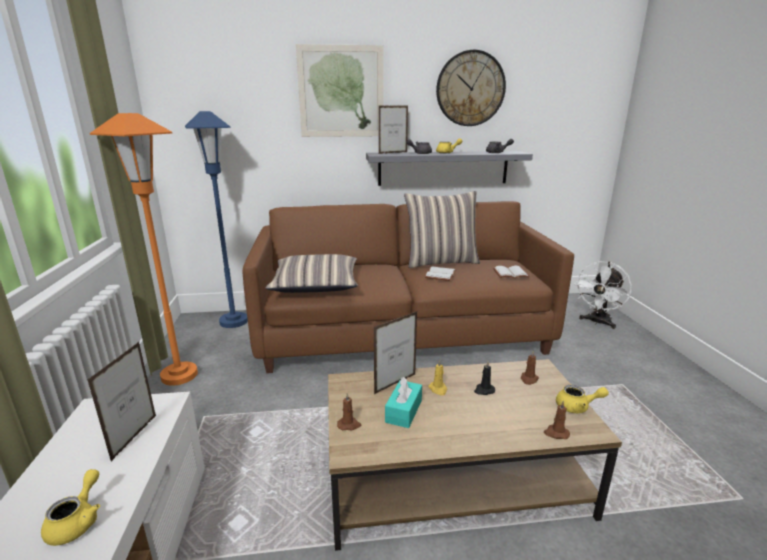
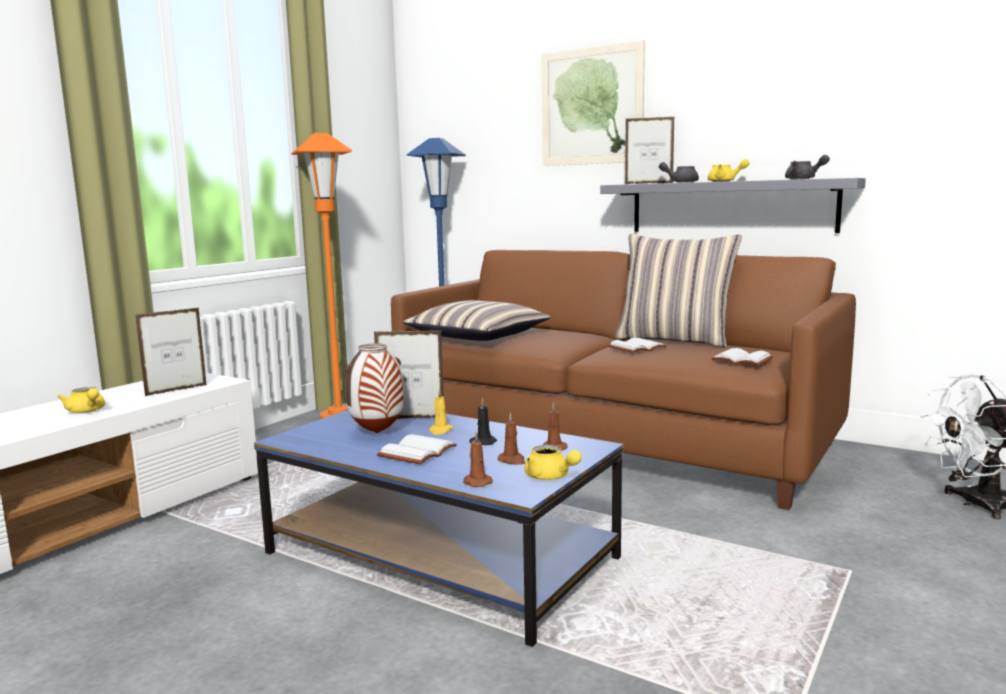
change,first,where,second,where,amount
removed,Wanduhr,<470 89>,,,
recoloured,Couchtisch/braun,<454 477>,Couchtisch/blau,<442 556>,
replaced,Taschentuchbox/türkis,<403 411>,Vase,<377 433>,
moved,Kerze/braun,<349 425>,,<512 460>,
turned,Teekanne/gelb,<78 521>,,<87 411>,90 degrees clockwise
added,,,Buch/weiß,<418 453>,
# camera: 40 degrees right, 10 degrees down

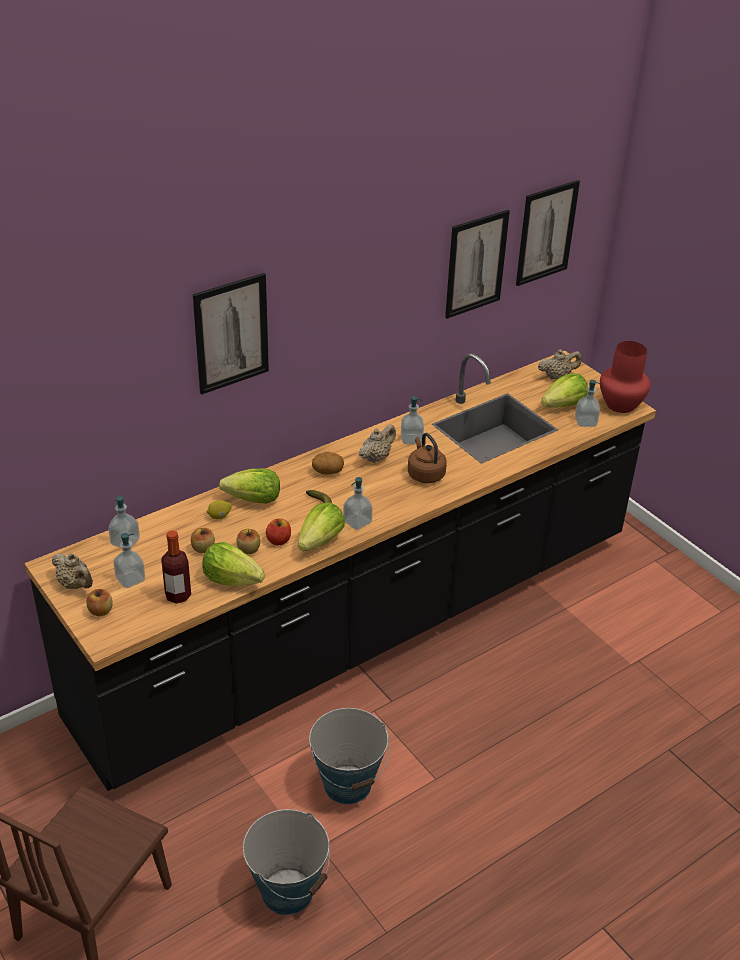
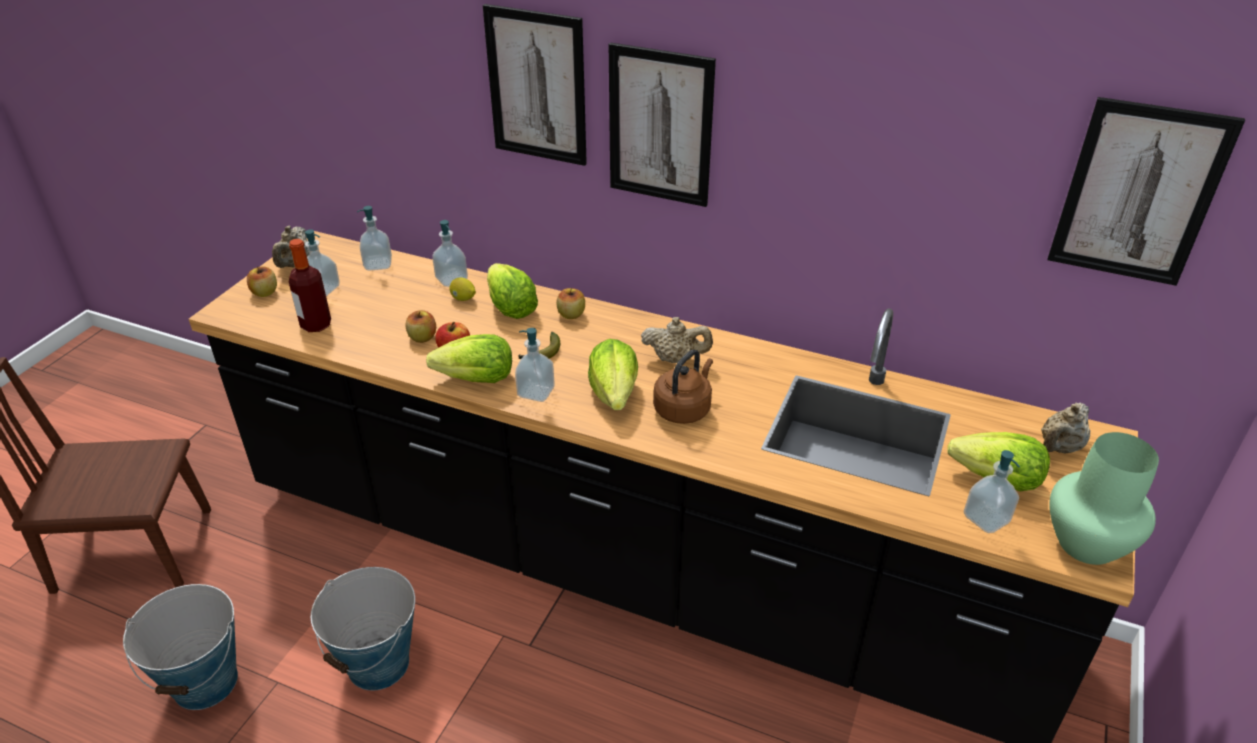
change,first,where,second,where,amount
moved,Bild,<476 264>,,<660 126>,
recoloured,Vase/rot,<620 405>,Vase/grün,<1085 543>,
turned,Teekanne/beige,<557 377>,,<1059 447>,90 degrees clockwise
moved,Seifenspender,<411 439>,,<451 279>,
removed,Kartoffel,<327 472>,,,
moved,Apfel,<203 548>,,<571 314>,
moved,Salatkopf,<232 579>,,<614 393>,
# camera: 60 degrees right, 0 degrees up

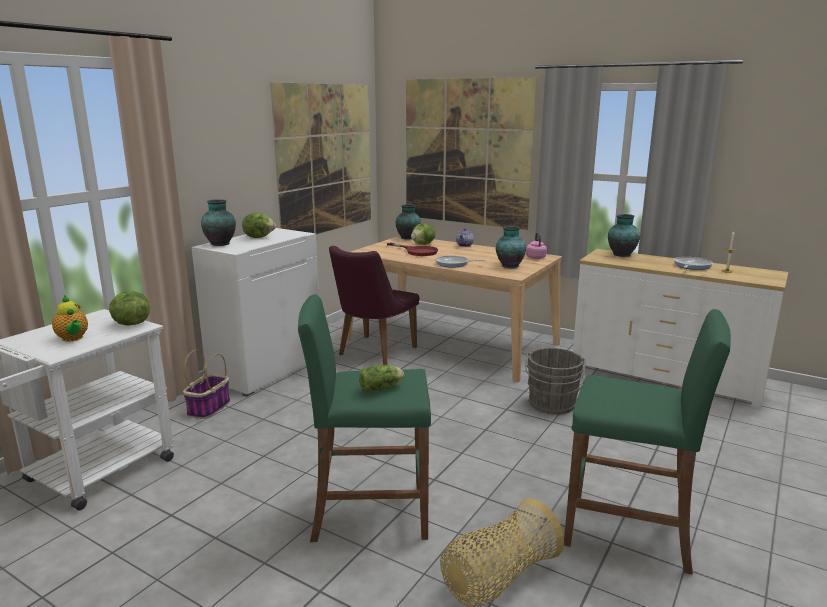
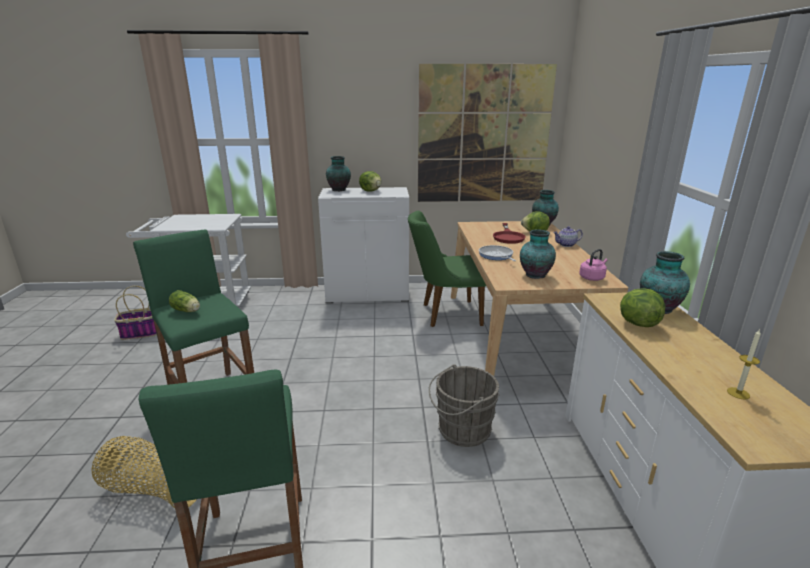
change,first,where,second,where,amount
removed,Bild,<466 152>,,,
recoloured,Stuhl/lila,<372 352>,Stuhl/grün,<445 314>,
removed,Pfanne,<691 266>,,,
moved,Salatkopf,<130 324>,,<637 323>,
removed,Teekanne,<73 338>,,,
moved,Korb,<209 408>,,<139 333>,
# camera: 55 degrees right, 5 degrees up

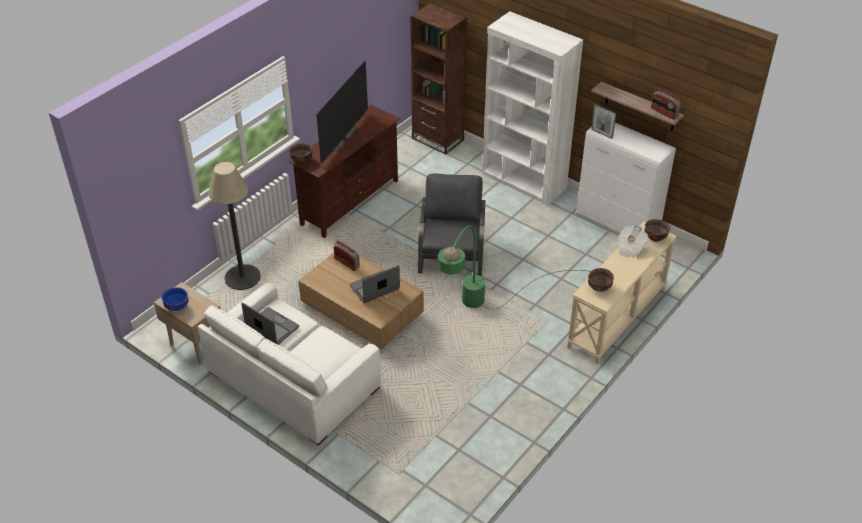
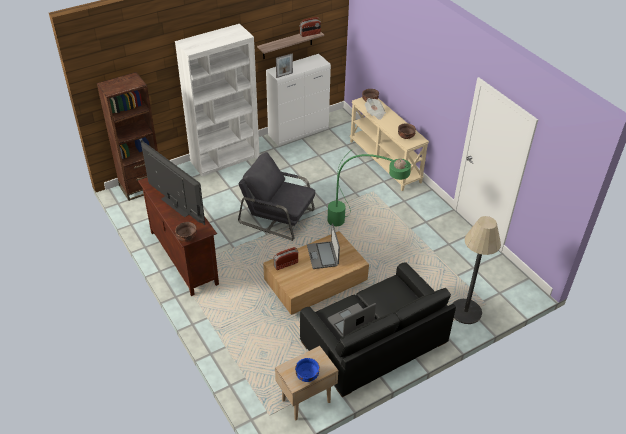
change,first,where,second,where,amount
moved,Stehlampe,<242 277>,,<465 311>,
recoloured,Sofa/weiß,<292 380>,Sofa/schwarz,<373 343>,
# camera: 70 degrees left, 0 degrees up

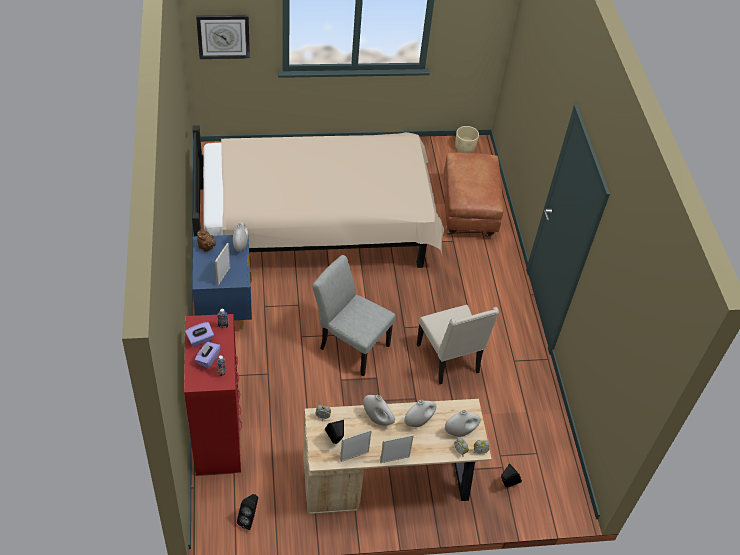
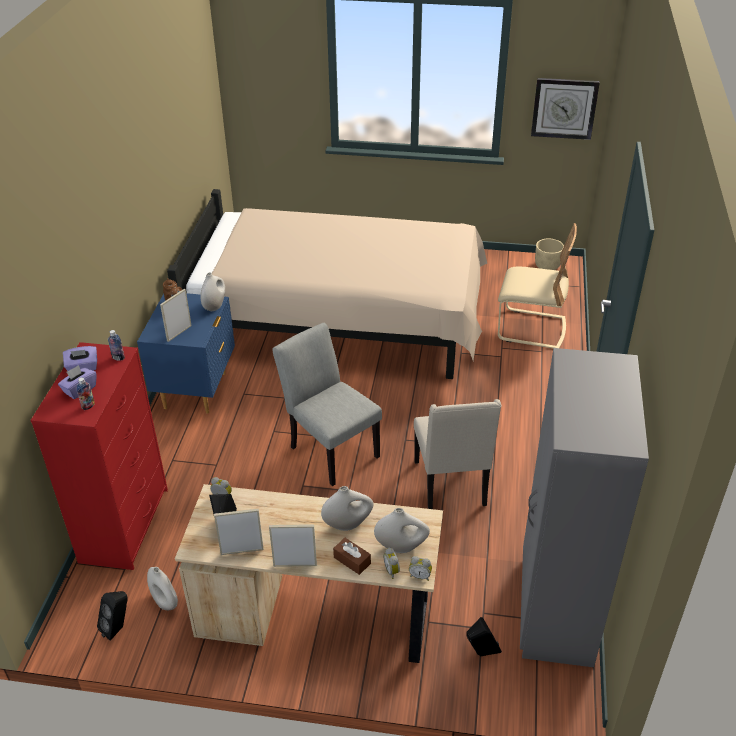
change,first,where,second,where,amount
moved,Wanduhr,<223 36>,,<564 108>,
replaced,Polsterhocker/braun,<468 212>,Stuhl/beige,<531 329>,
moved,Vase/weiß,<377 419>,,<165 602>,
added,,,Kleiderschrank/grau,<555 609>,
added,,,Taschentuchbox/braun,<352 560>,
# camera: 20 degrees right, 10 degrees down

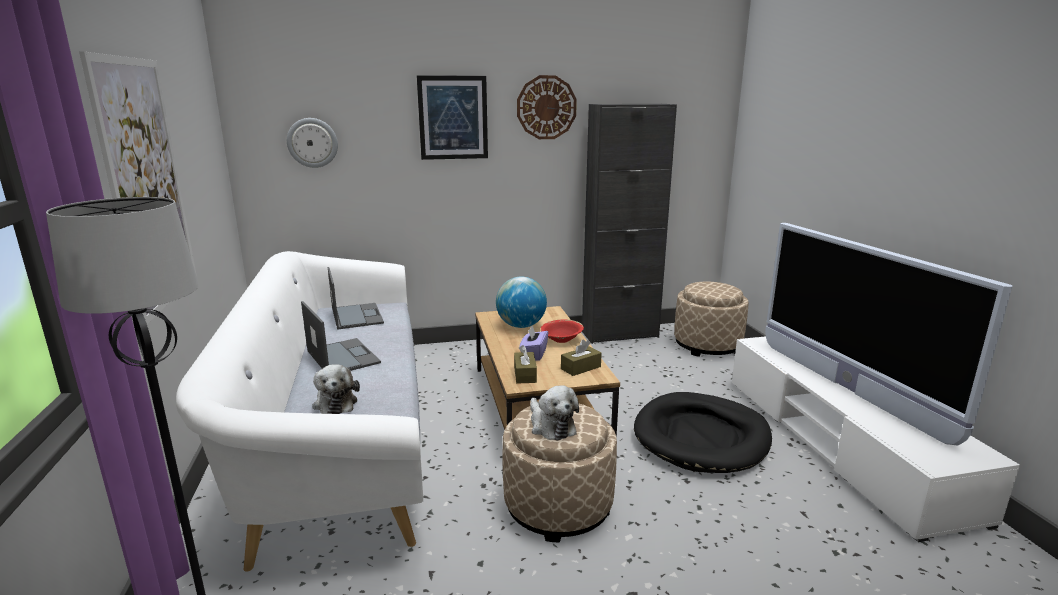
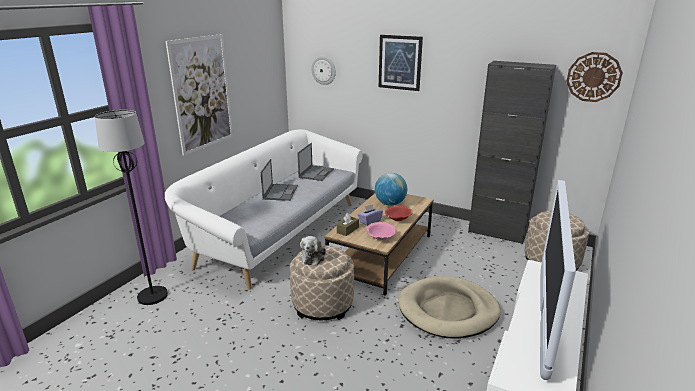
change,first,where,second,where,amount
moved,Wanduhr,<546 107>,,<593 77>,
replaced,Taschentuchbox/braun,<580 368>,Schüssel/rosa,<380 237>,
removed,Plüschtier,<335 402>,,,
recoloured,Hundebett/schwarz,<701 437>,Hundebett/beige,<448 310>,
# camera: 40 degrees right, 5 degrees up

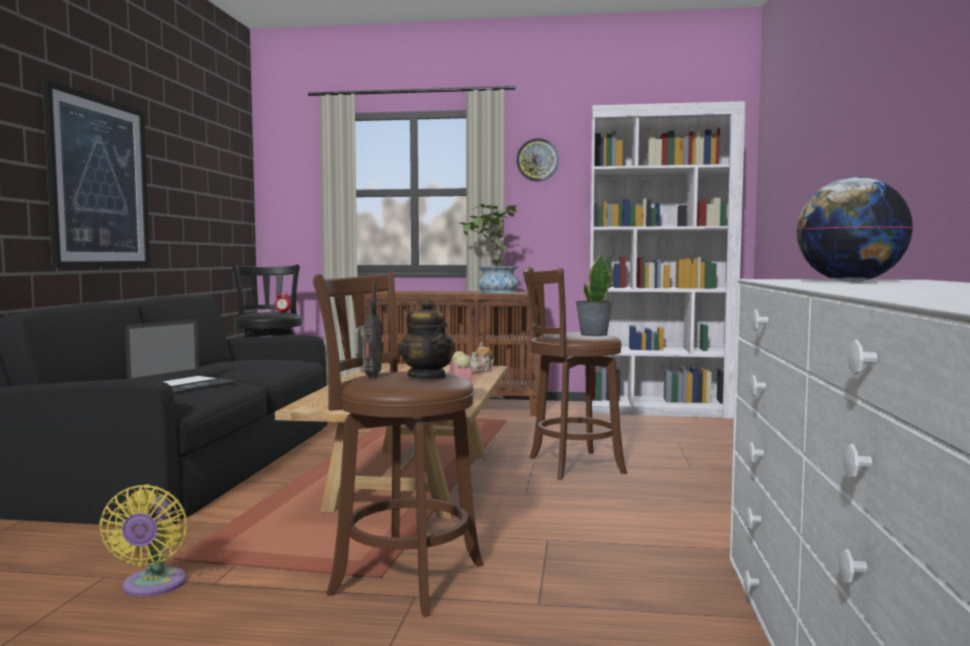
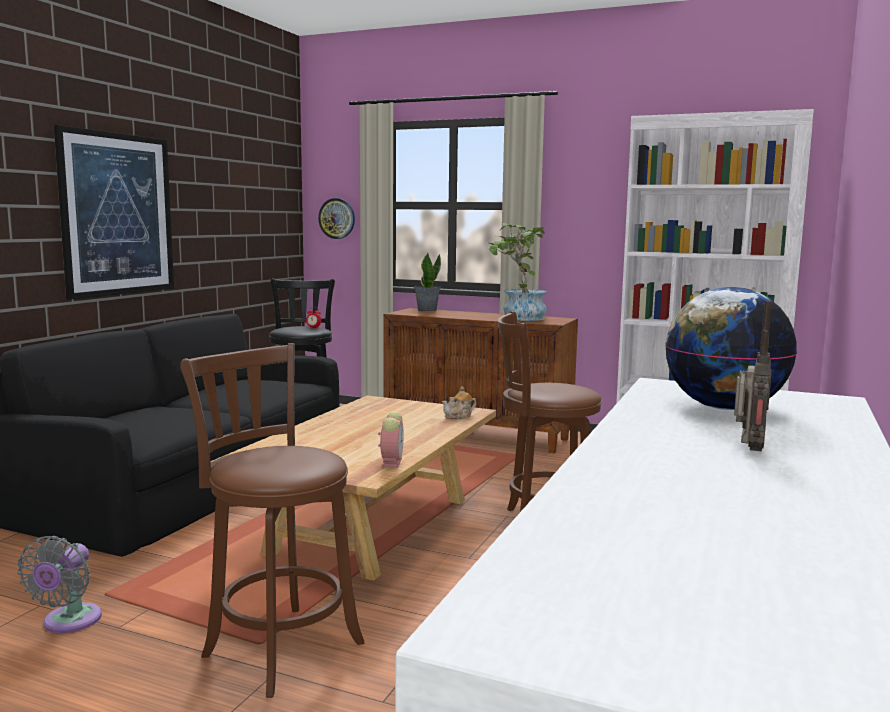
change,first,where,second,where,amount
moved,Wanduhr,<537 160>,,<337 218>,
moved,Topfpflanze,<593 334>,,<426 310>,
moved,Radio,<368 377>,,<748 449>,
removed,Teekanne,<427 377>,,,
removed,Laptop,<182 385>,,,
recoloured,Ventilator/gelb,<152 586>,Ventilator/grau,<68 622>,
# camera: 15 degrees right, 5 degrees up

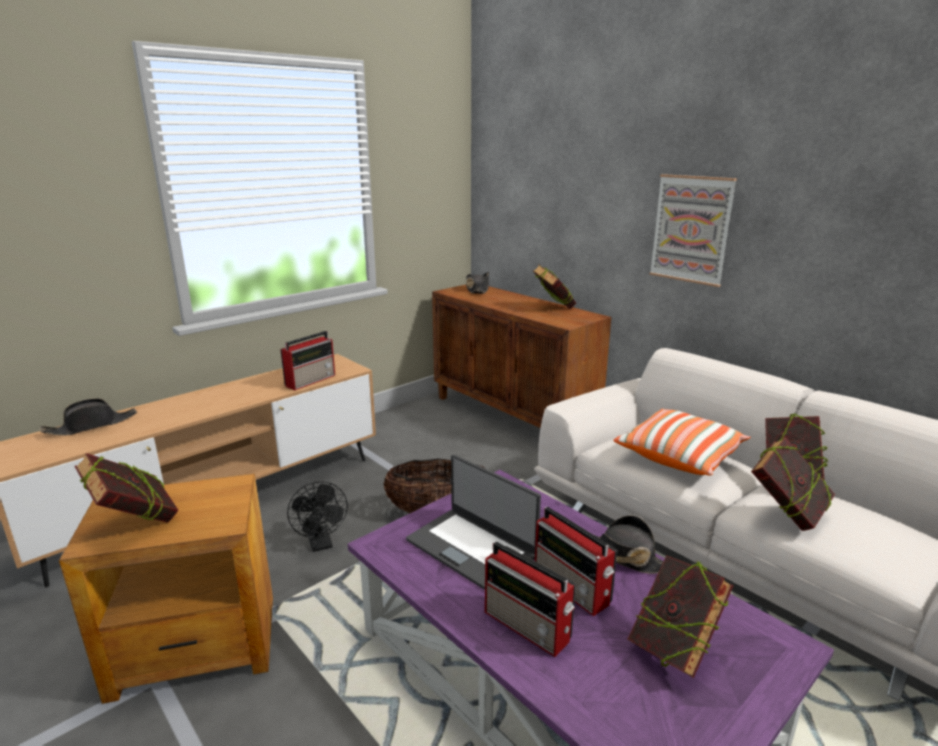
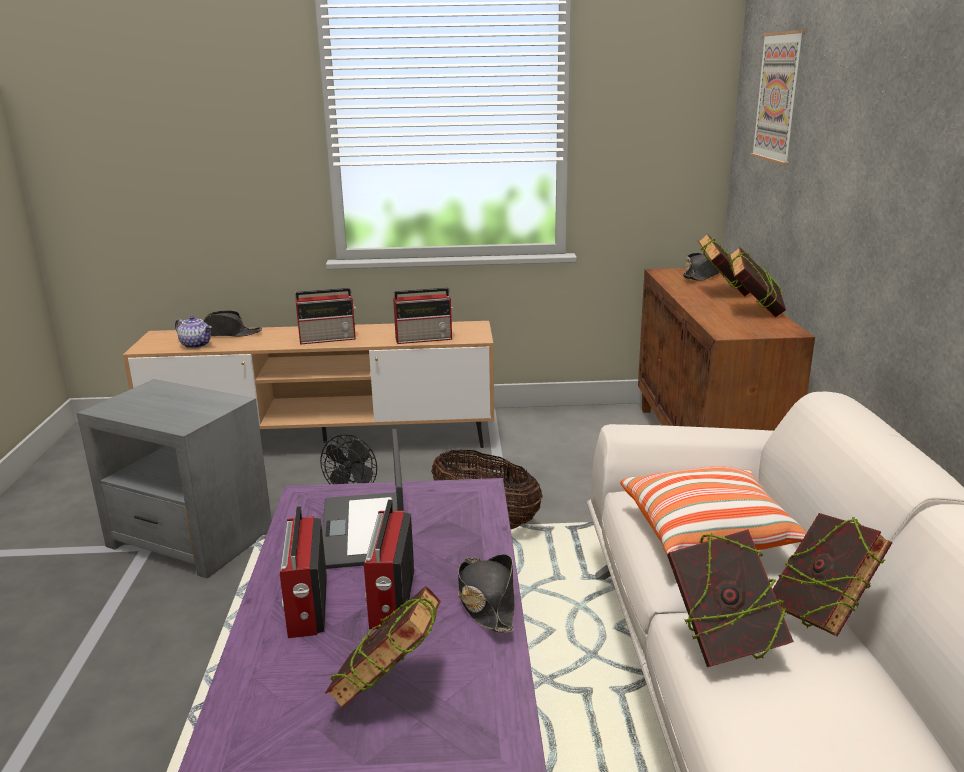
change,first,where,second,where,amount
moved,Bild,<691 229>,,<778 97>,
moved,Buch,<136 524>,,<722 293>,
recoloured,Beistelltisch/braun,<197 646>,Beistelltisch/grau,<190 538>,
added,,,Radio,<329 339>,
added,,,Teekanne,<197 345>,
# camera: 40 degrees right, 0 degrees up

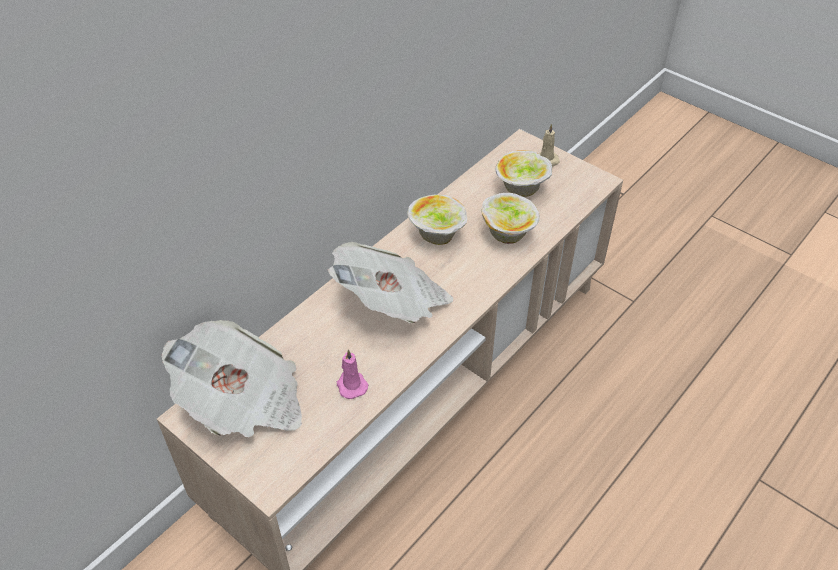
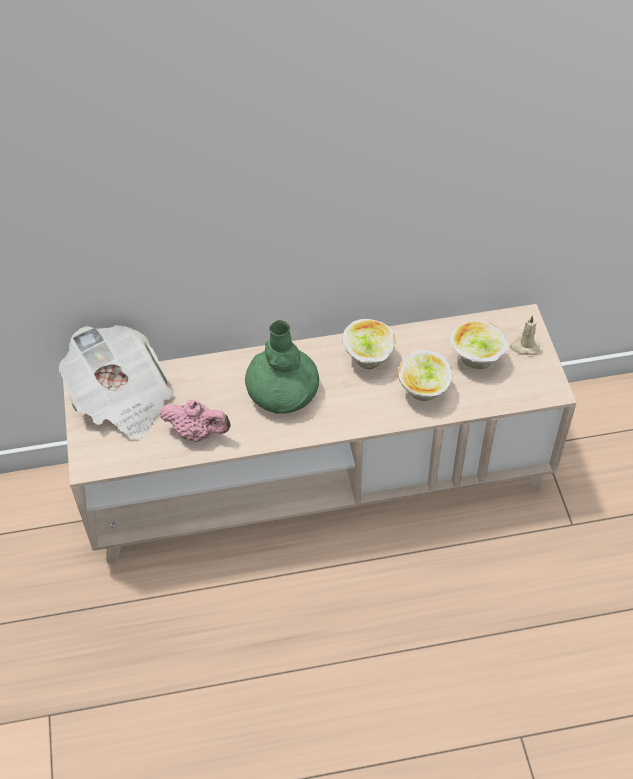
change,first,where,second,where,amount
replaced,Zeitung,<393 303>,Vase/grün,<283 392>,
replaced,Kerze/rosa,<351 385>,Teekanne/rosa,<197 433>,
# camera: 40 degrees right, 5 degrees up

